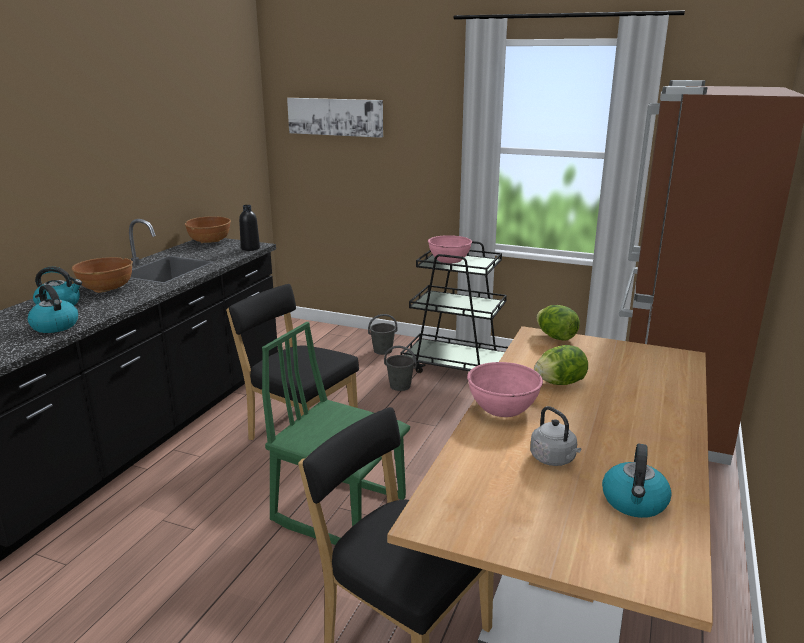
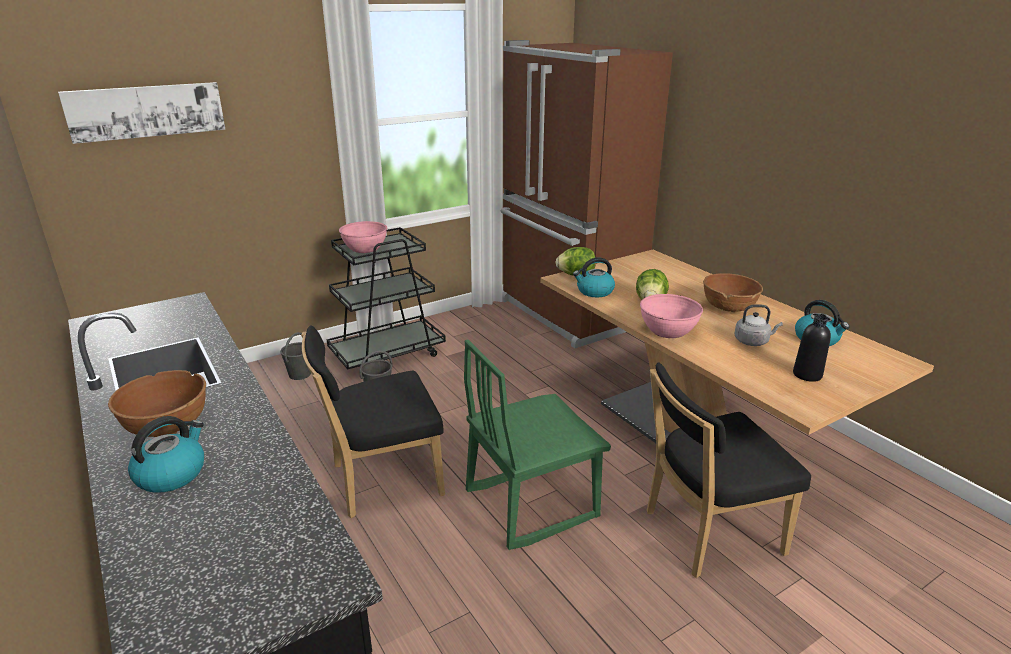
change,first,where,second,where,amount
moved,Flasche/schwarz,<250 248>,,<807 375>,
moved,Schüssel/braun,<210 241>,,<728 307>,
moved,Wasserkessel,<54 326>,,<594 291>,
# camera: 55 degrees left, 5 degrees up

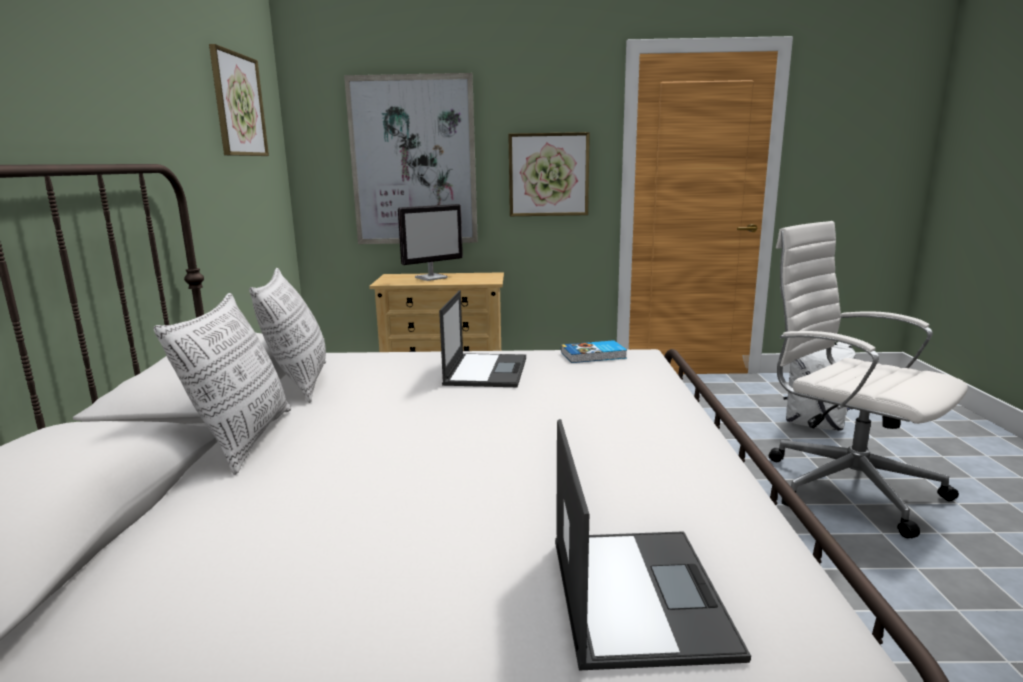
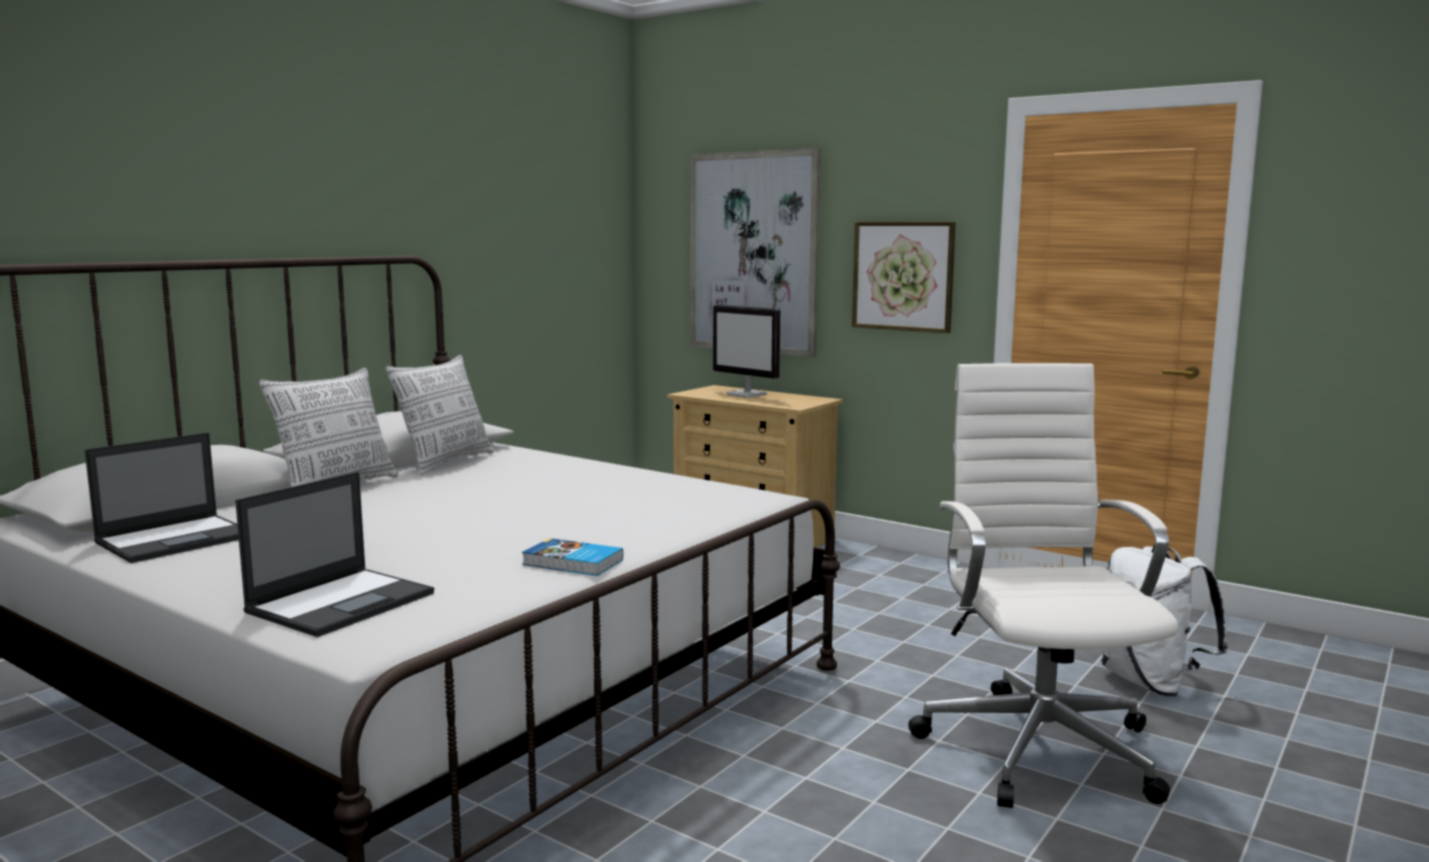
change,first,where,second,where,amount
removed,Bild,<238 105>,,,
turned,Monitor,<431 278>,,<747 394>,45 degrees clockwise
moved,Laptop,<486 370>,,<177 539>,
moved,Buch,<594 355>,,<572 563>,
# camera: 35 degrees right, 5 degrees down

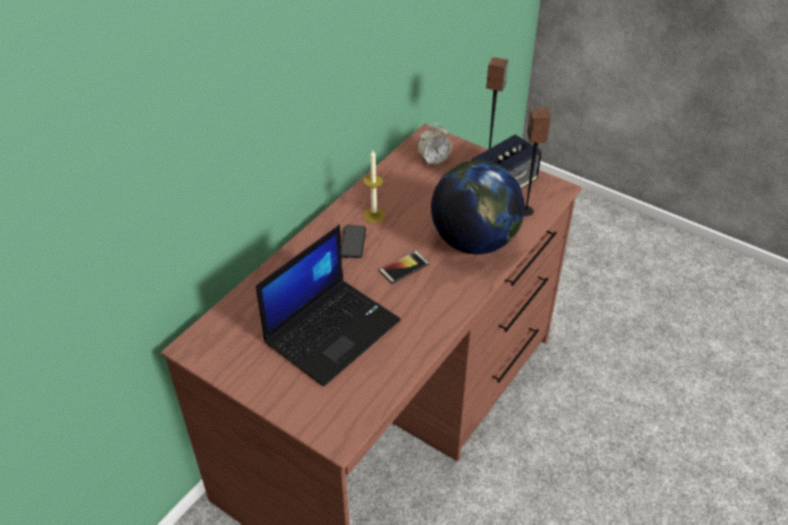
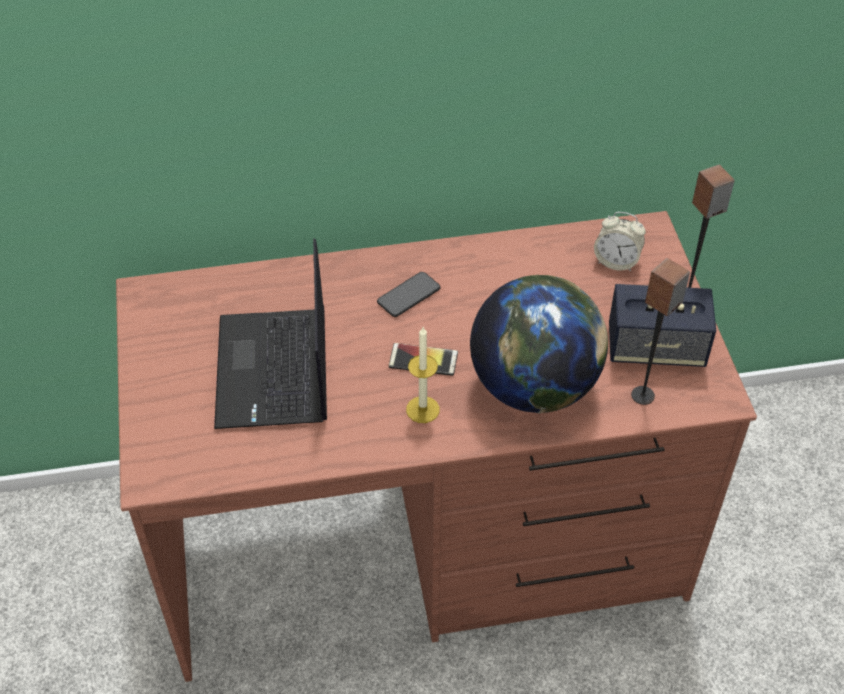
change,first,where,second,where,amount
moved,Kerze,<374 215>,,<422 409>,
turned,Laptop,<332 330>,,<275 371>,90 degrees clockwise
# camera: 45 degrees right, 5 degrees up

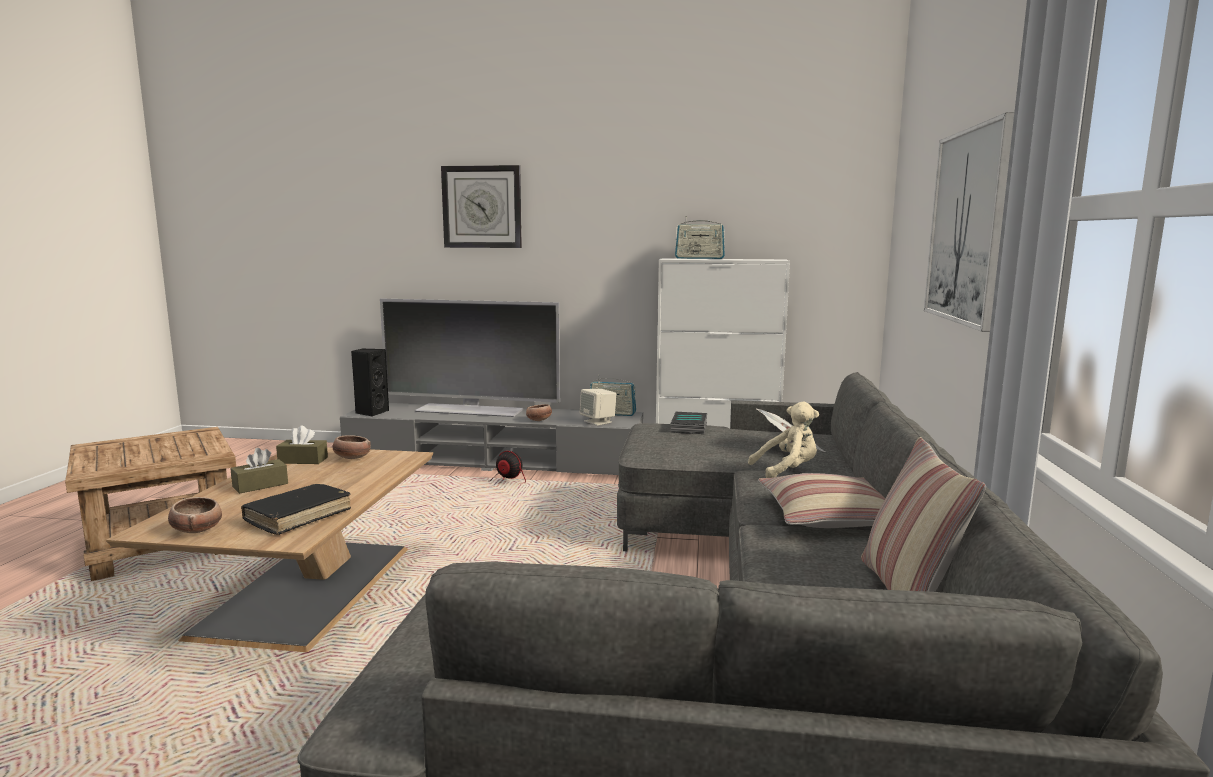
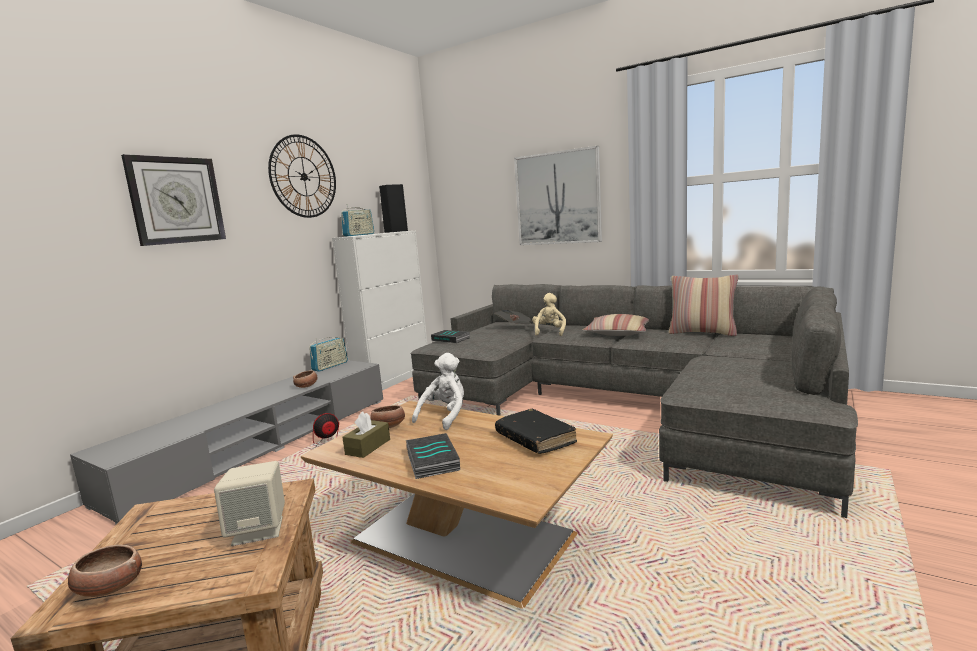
change,first,where,second,where,amount
removed,Fernseher,<470 410>,,,
moved,Lautsprecher/schwarz,<371 412>,,<395 231>,
moved,Lautsprecher/beige,<598 421>,,<259 530>,
replaced,Taschentuchbox/braun,<260 485>,Buch,<431 460>,
moved,Schüssel,<197 530>,,<109 588>,
added,,,Wanduhr,<304 176>,
added,,,Plüschtier/weiß,<445 416>,
# camera: 65 degrees left, 0 degrees up

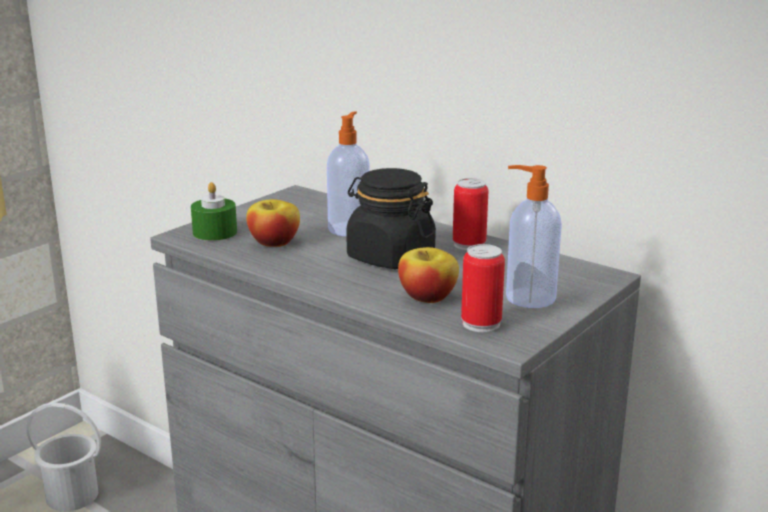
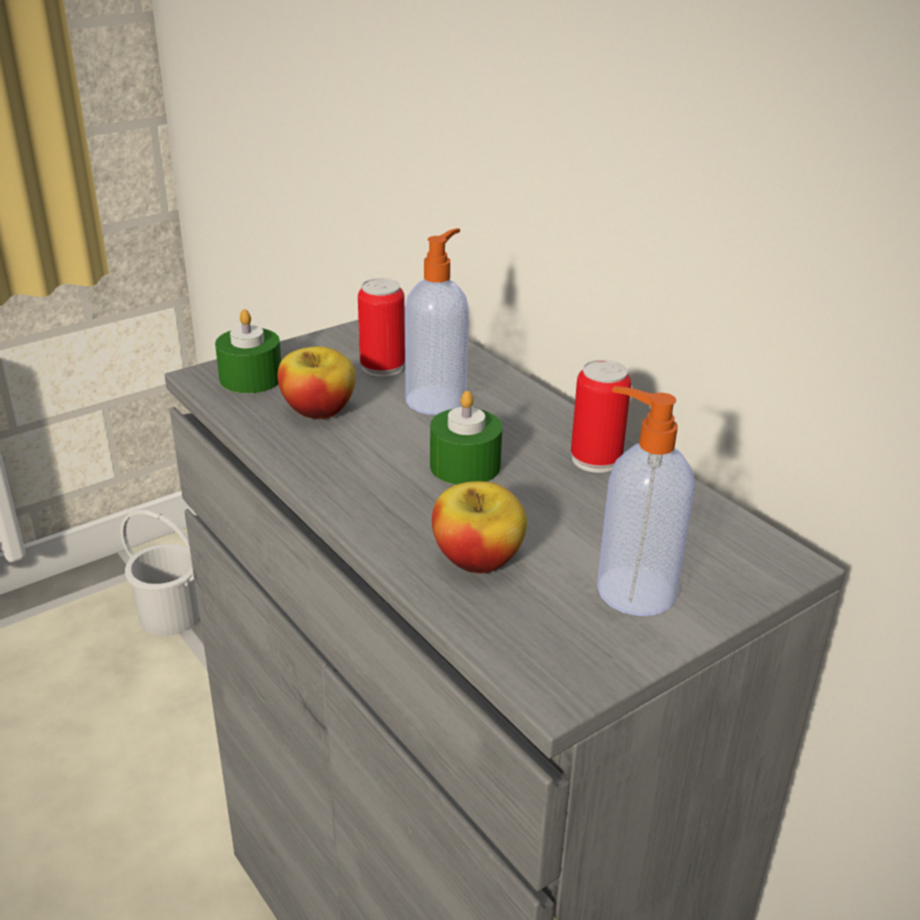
change,first,where,second,where,amount
replaced,Vorratsglas/schwarz,<390 257>,Kerze/grün,<465 466>,
moved,Dose,<481 323>,,<382 367>,
# camera: 15 degrees right, 10 degrees up

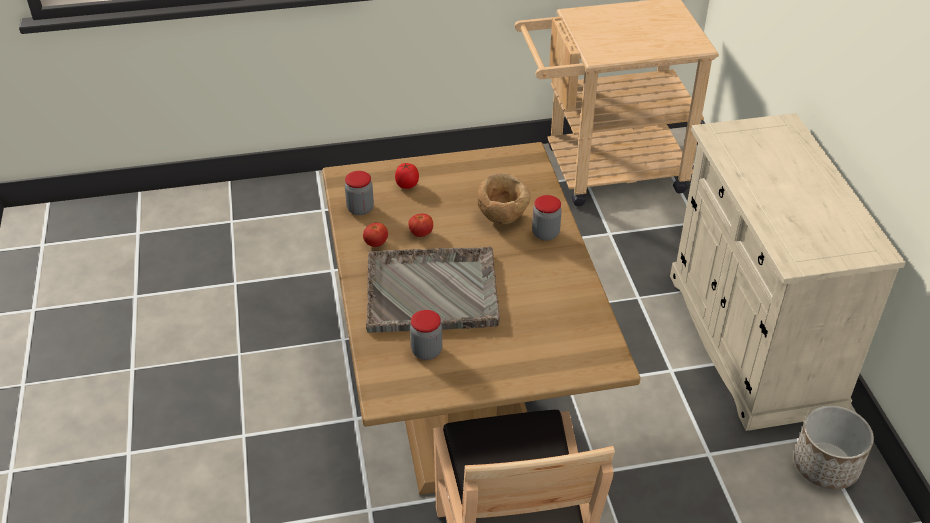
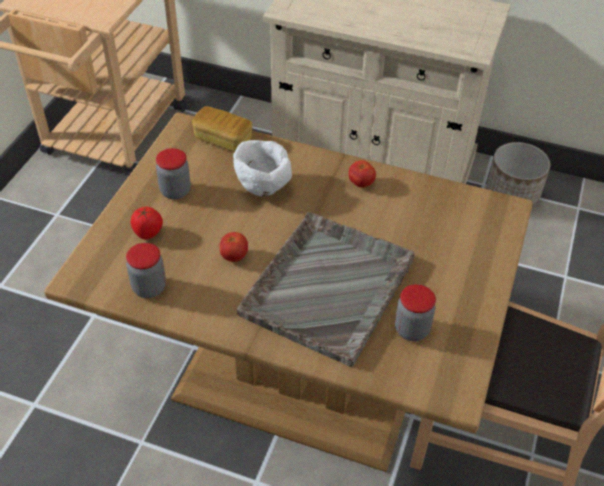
change,first,where,second,where,amount
recoloured,Schüssel/braun,<503 217>,Schüssel/weiß,<262 187>,
moved,Vorratsglas,<545 234>,,<175 191>,
moved,Tomate,<376 243>,,<361 183>,
added,,,Brot,<223 139>,
# camera: 60 degrees left, 5 degrees up

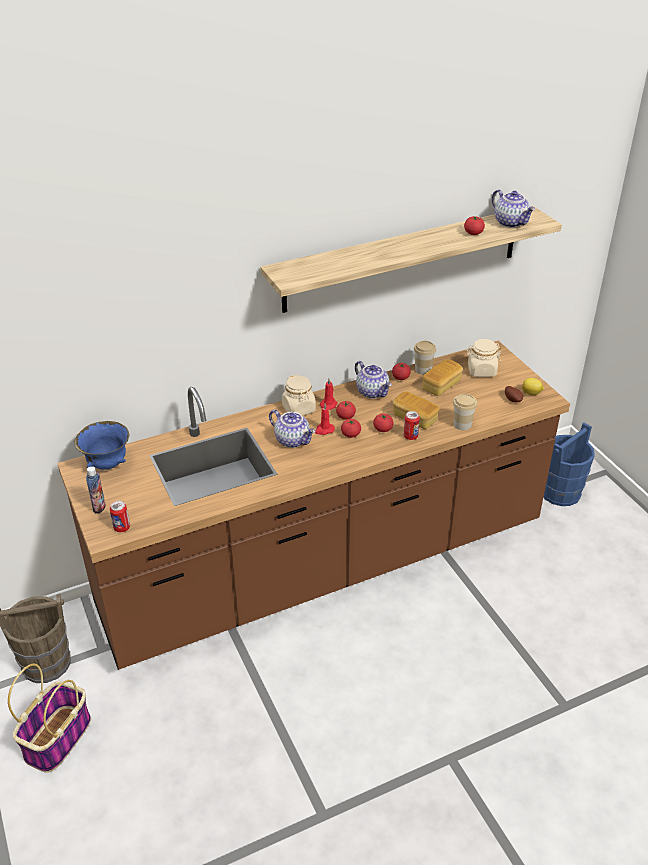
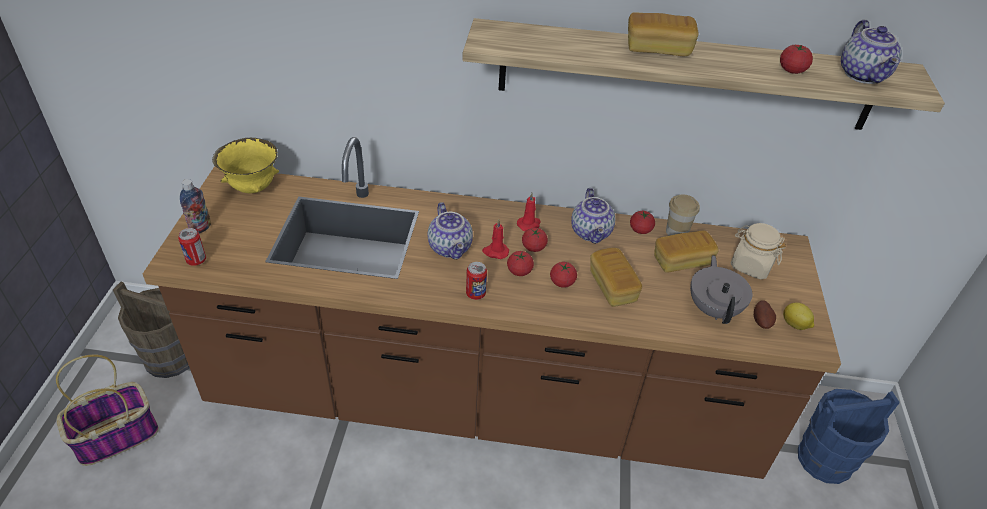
change,first,where,second,where,amount
removed,Vorratsglas/beige,<299 409>,,,
removed,Tasse,<462 424>,,,
moved,Dose,<410 436>,,<475 294>,
recoloured,Schüssel/blau,<107 464>,Schüssel/gelb,<253 188>,
added,,,Brot,<658 49>,
added,,,Teekanne/grau,<714 308>,
# camera: 30 degrees right, 5 degrees up

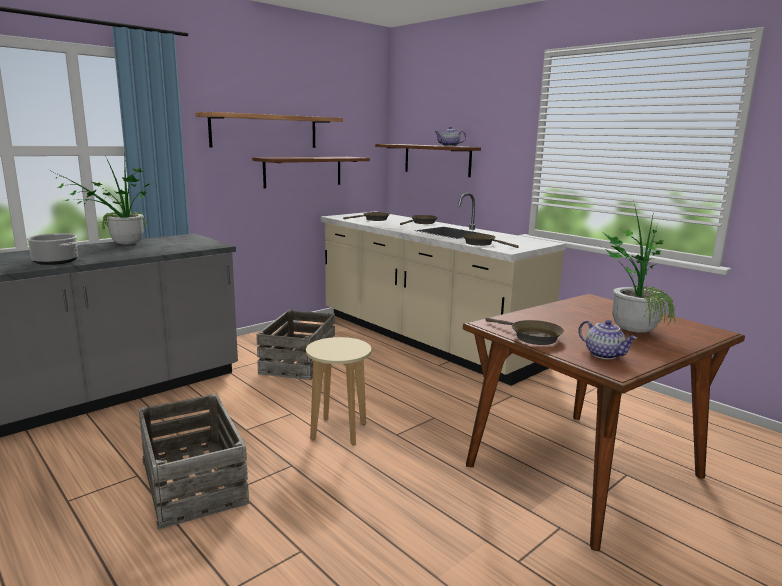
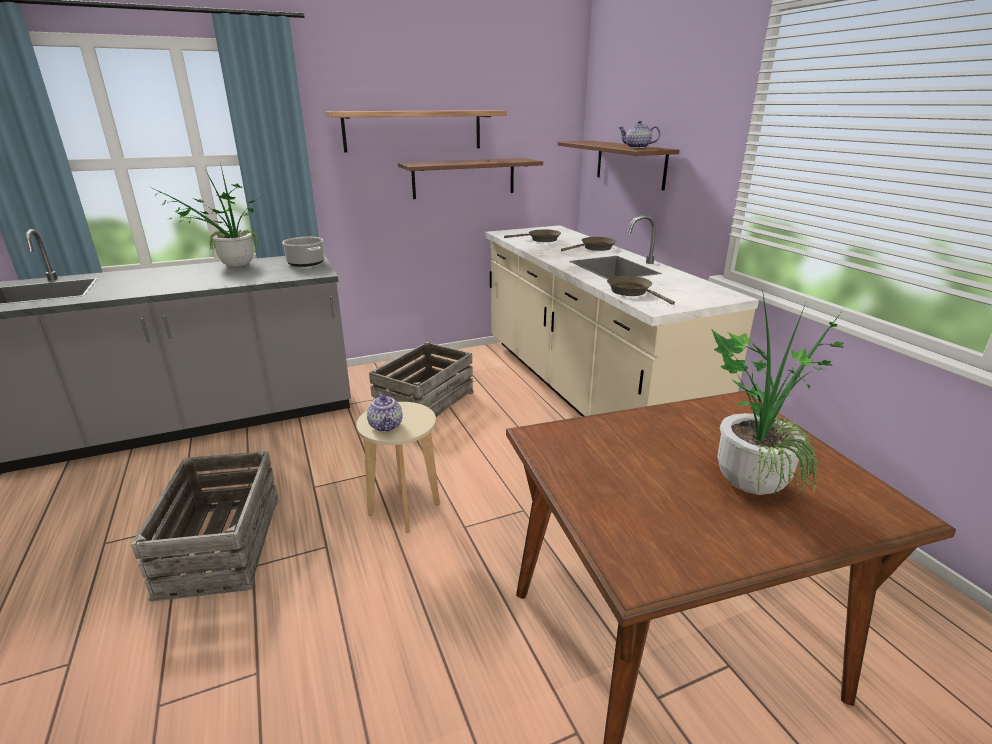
change,first,where,second,where,amount
moved,Kochtopf,<55 261>,,<305 263>,
removed,Pfanne/braun,<531 337>,,,
moved,Teekanne,<604 354>,,<386 426>,
# camera: 20 degrees right, 10 degrees up

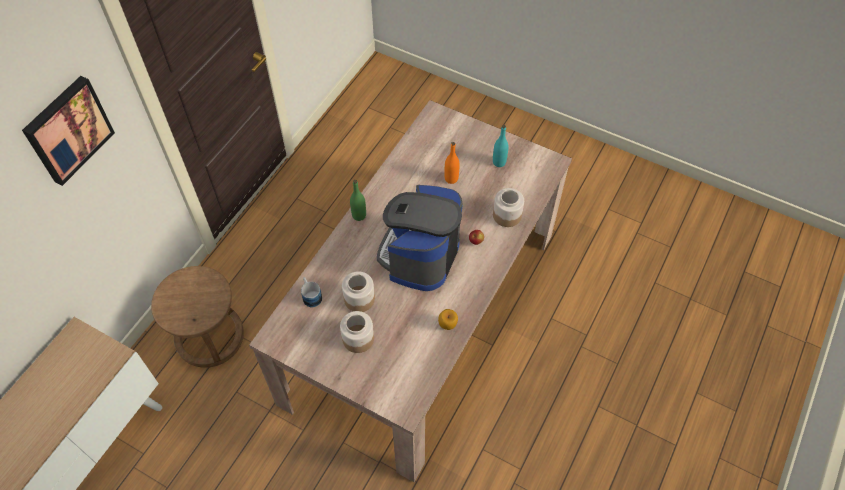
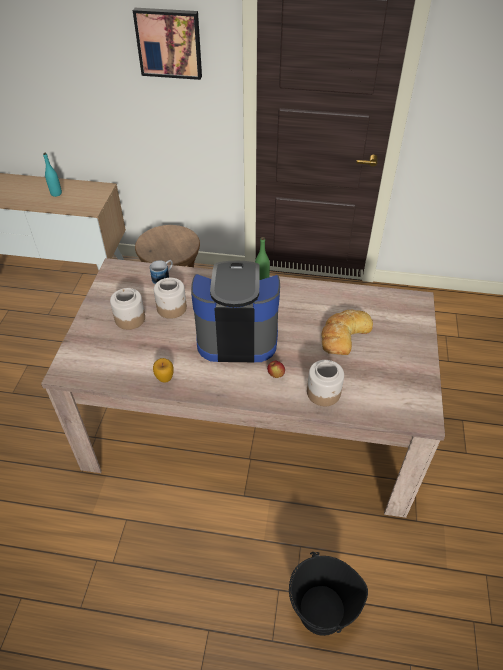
change,first,where,second,where,amount
moved,Flasche/türkis,<499 162>,,<56 193>,
replaced,Flasche/orange,<451 179>,Brot,<343 334>,
added,,,Eimer/schwarz,<321 611>,
# camera: 70 degrees right, 10 degrees down

